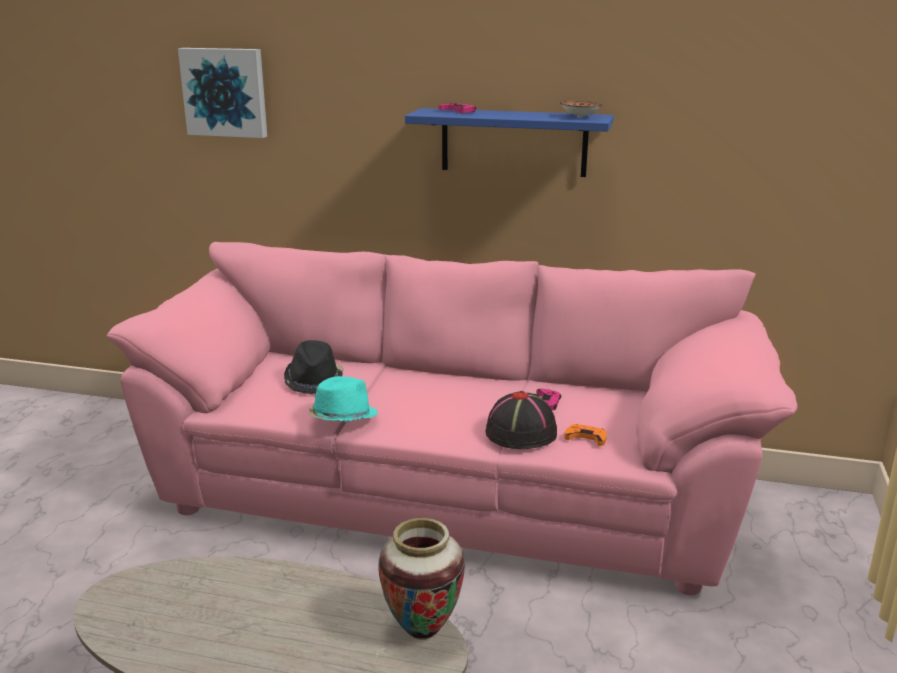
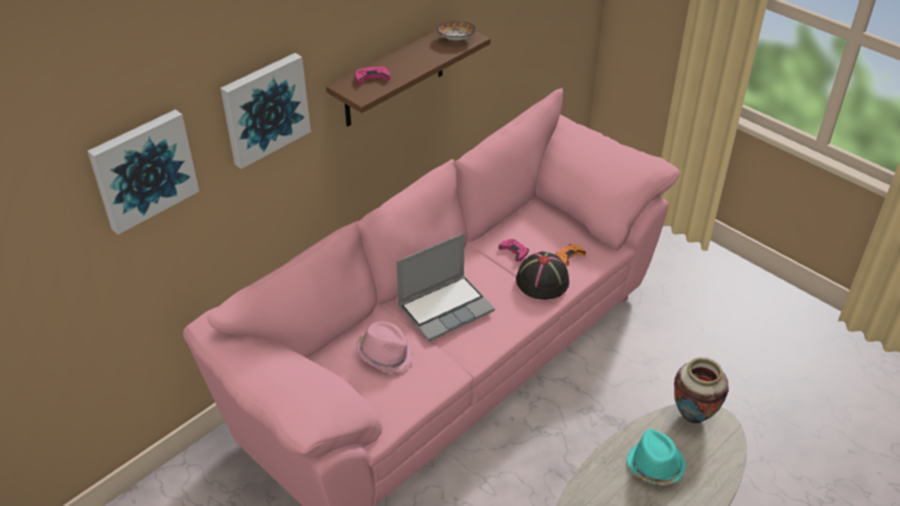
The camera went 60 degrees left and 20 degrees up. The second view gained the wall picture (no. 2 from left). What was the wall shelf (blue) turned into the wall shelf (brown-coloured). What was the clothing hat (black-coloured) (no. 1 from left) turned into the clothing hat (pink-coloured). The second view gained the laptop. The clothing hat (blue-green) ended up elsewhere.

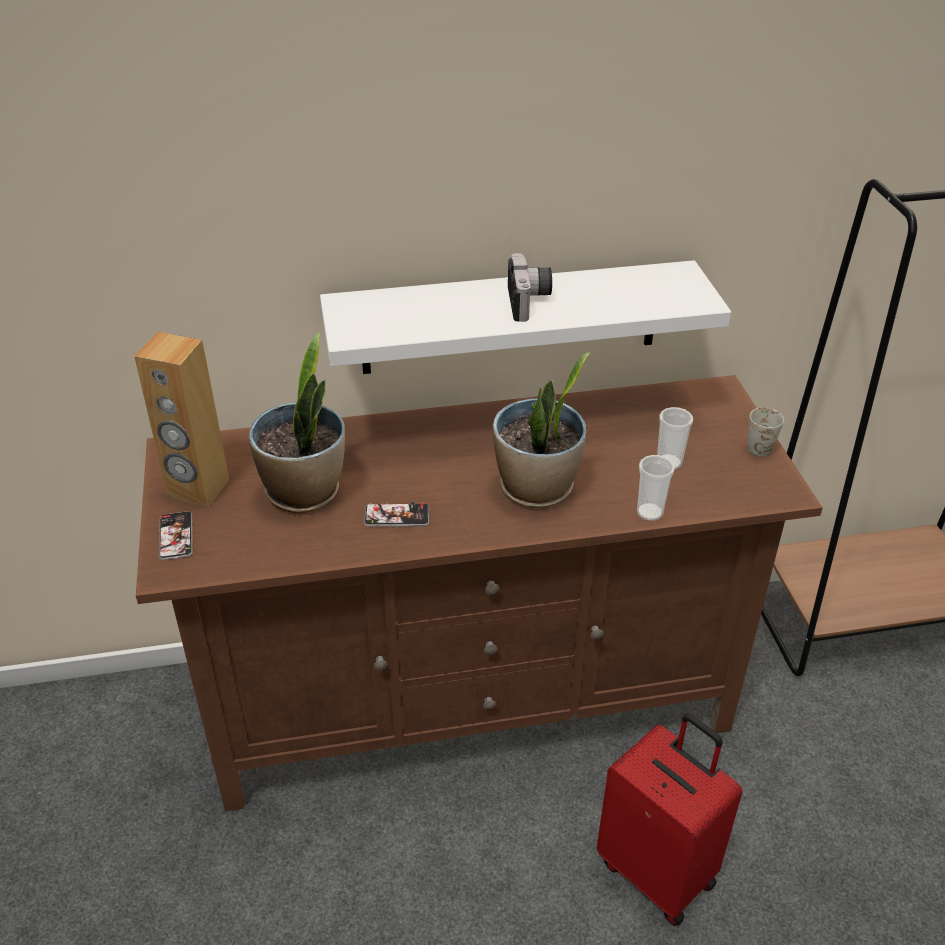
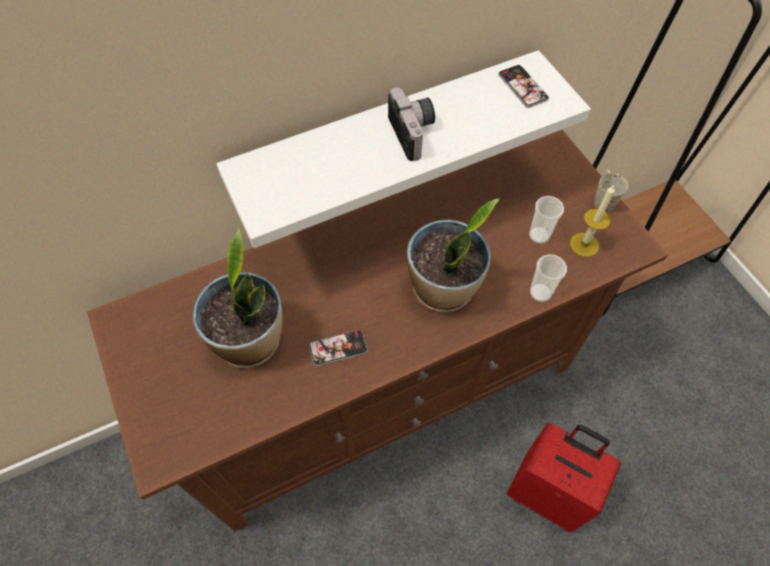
The camera went 15 degrees left and 20 degrees up. The handset (no. 1 from left in the first image) ended up elsewhere. The second view gained the candle. The second view lost the loudspeaker (brown-coloured).

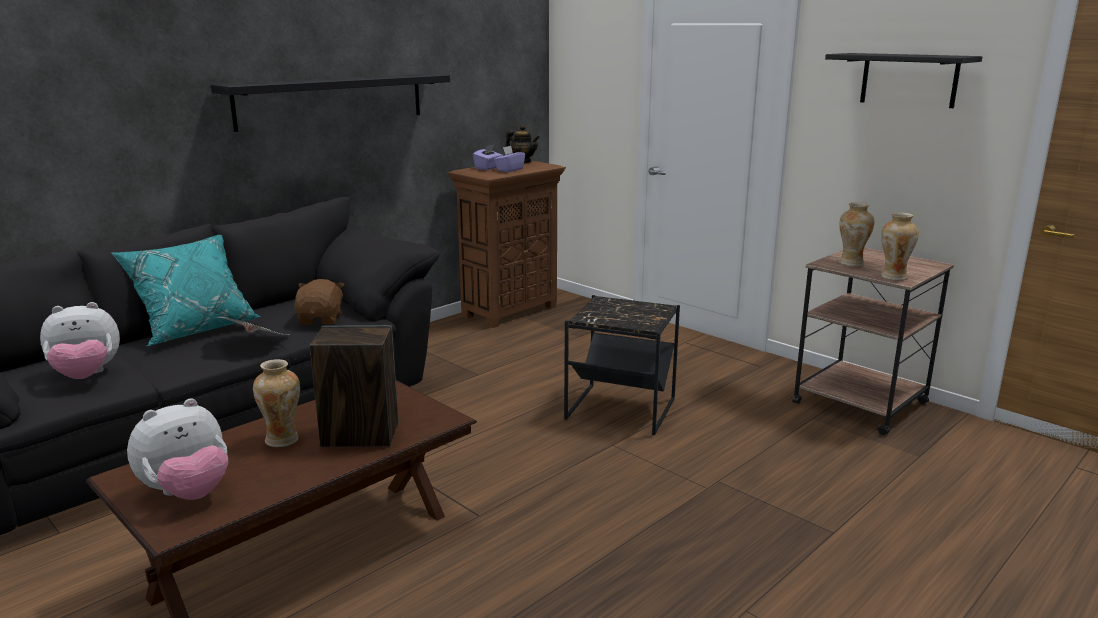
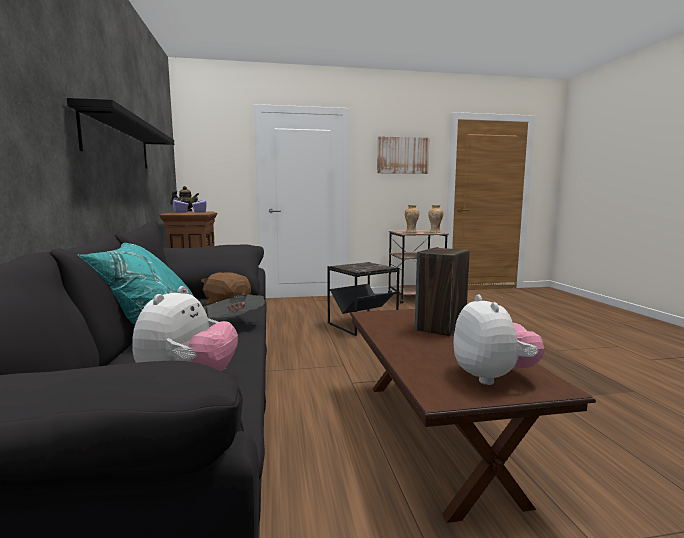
The camera went 55 degrees left and 10 degrees down. Where the wall shelf (black-coloured) (no. 2 from left) hung, the wall picture came to hang. The second view lost the flower vase (no. 1 from left).

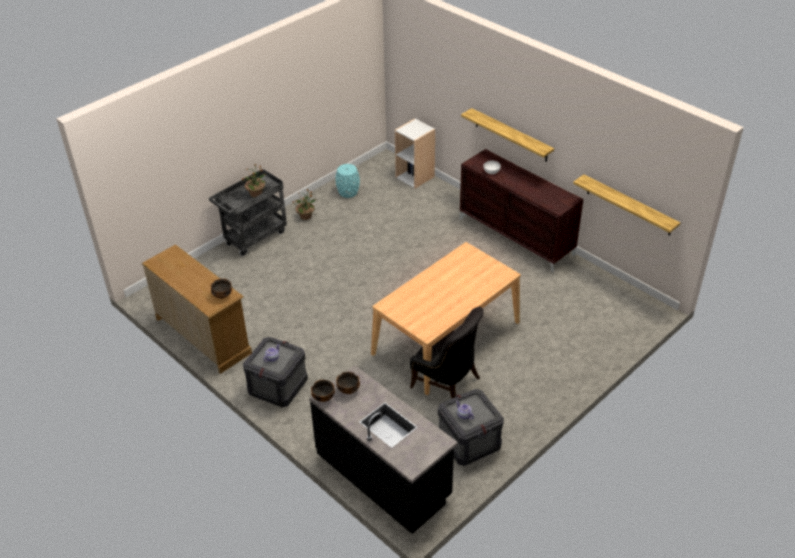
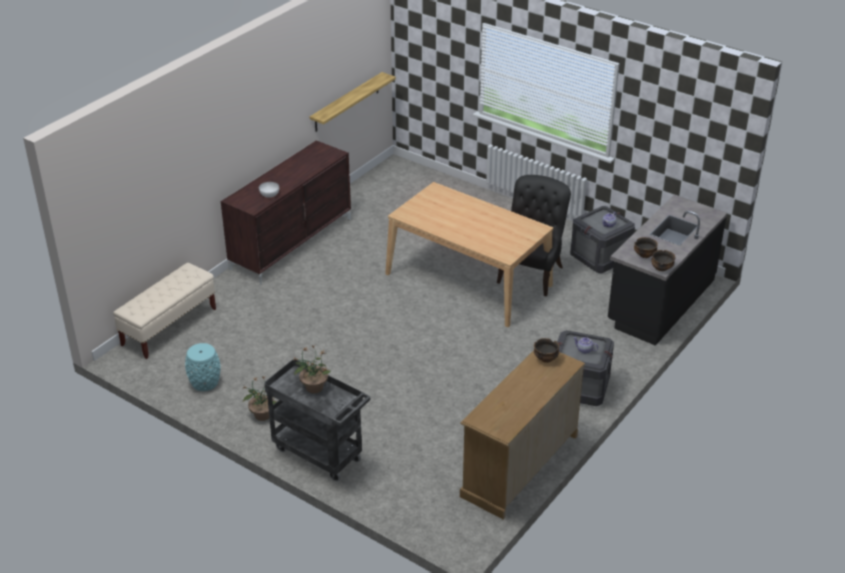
The camera went 100 degrees left and 5 degrees down. Where the bookcase stood, the long seat (beige-coloured) came to stand. The second view lost the wall shelf (no. 1 from left).

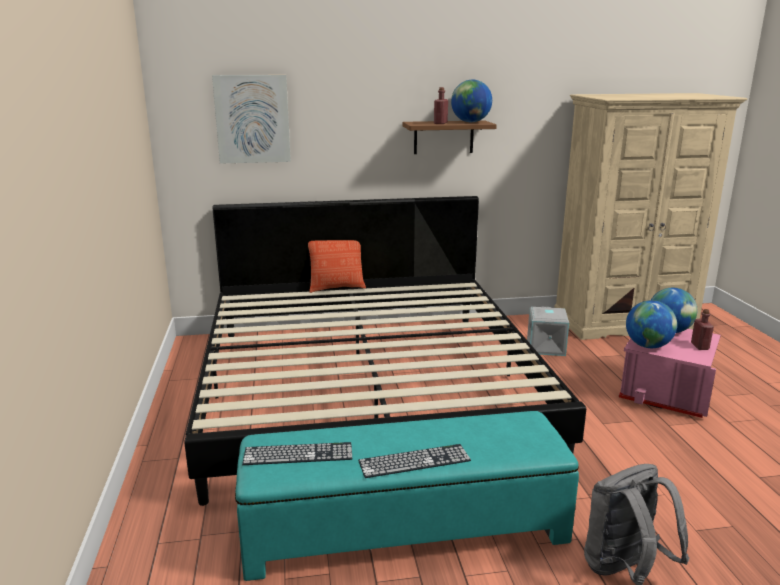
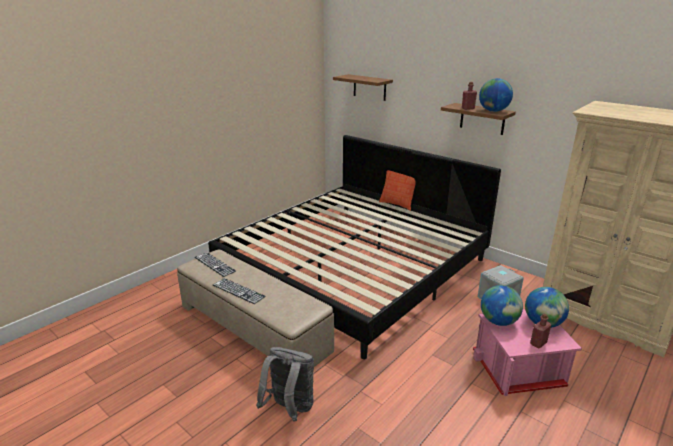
The camera went 50 degrees right and 5 degrees up. What was the long seat (blue-green) turned into the long seat (beige-coloured). Where the wall picture hung, the wall shelf (brown-coloured) (no. 1 from left) came to hang.

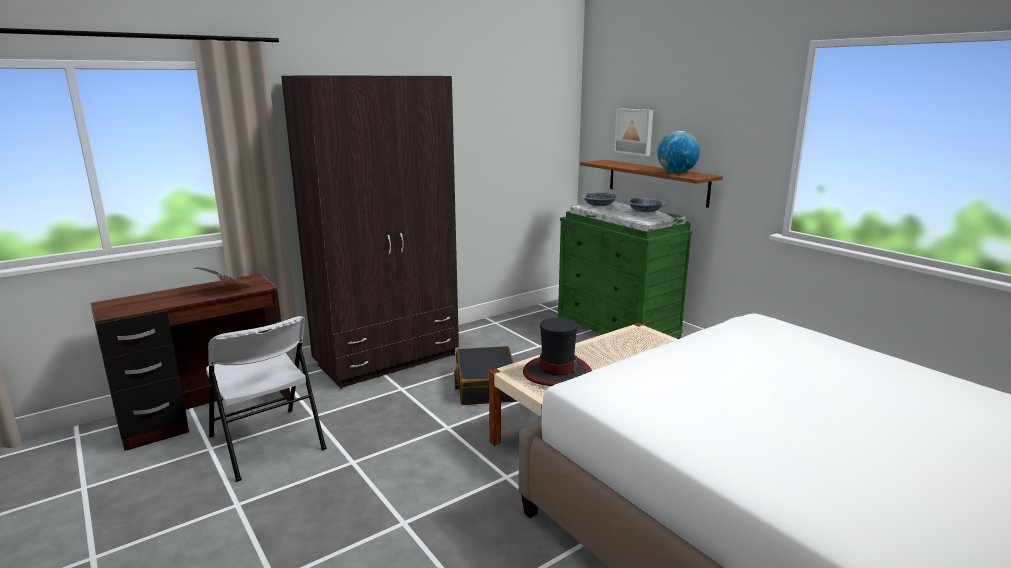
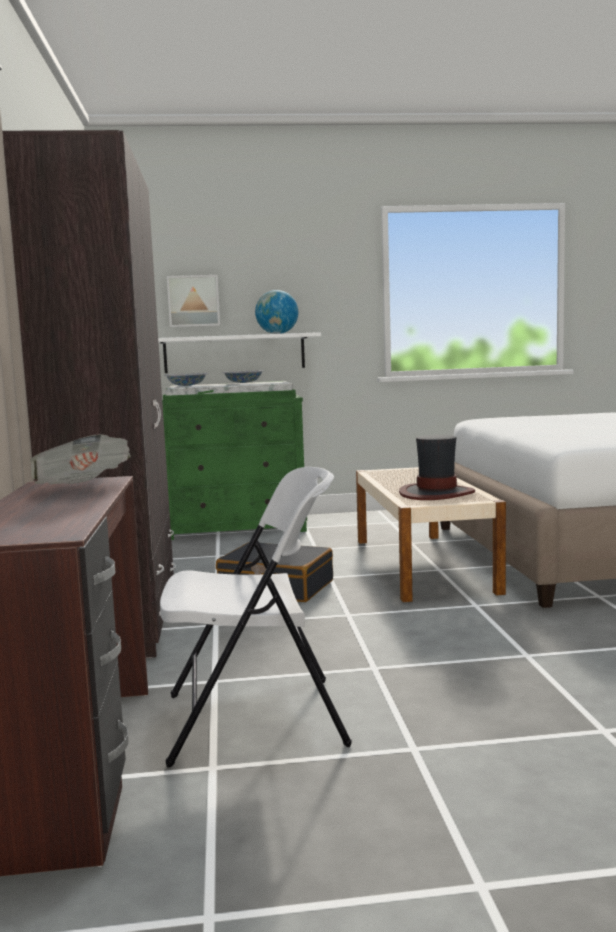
The camera went 60 degrees left and 10 degrees down. What was the wall shelf (brown-coloured) turned into the wall shelf (white).

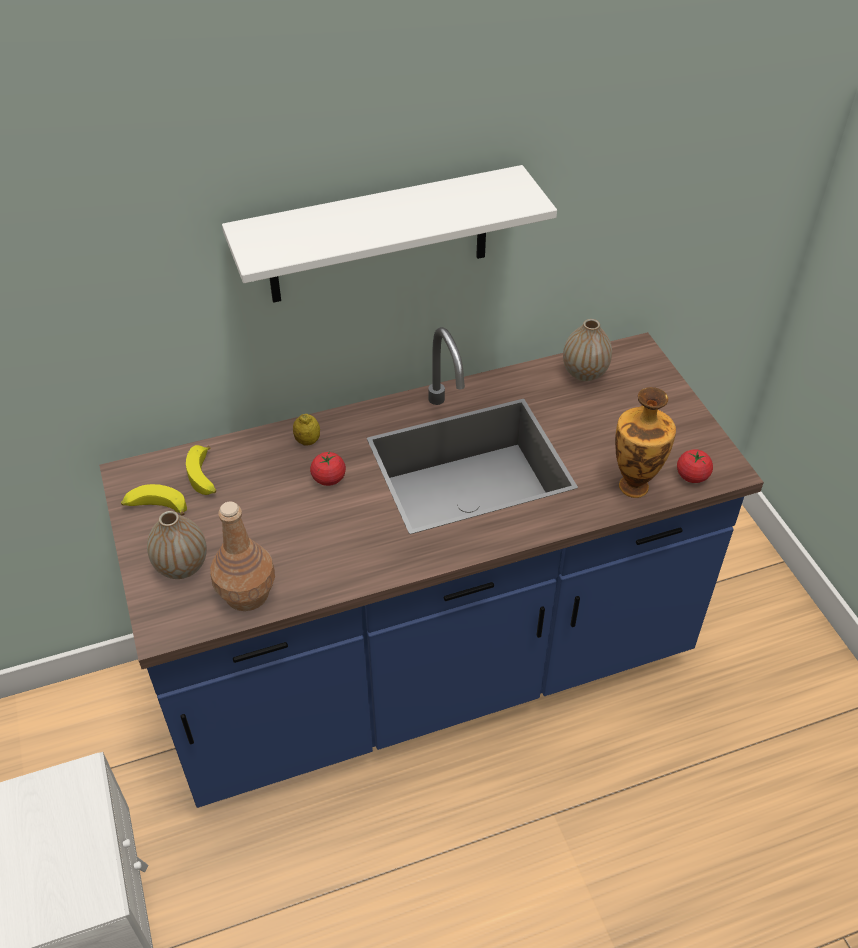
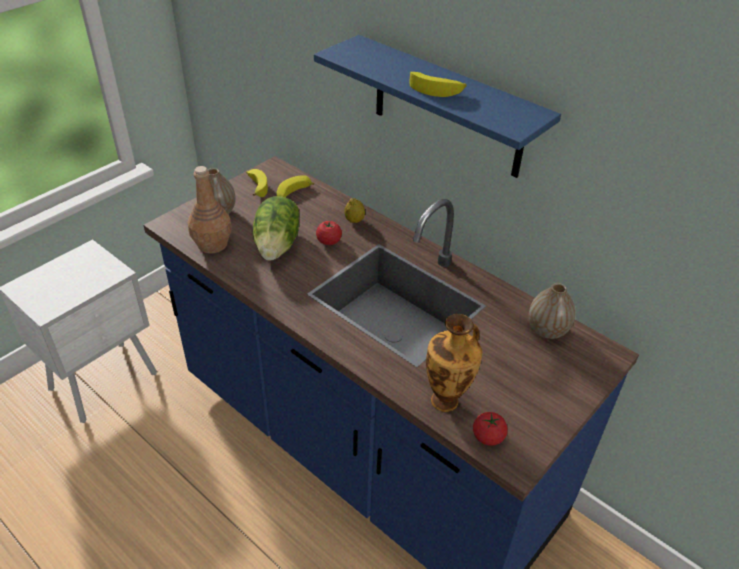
The camera went 60 degrees right and 5 degrees down. The second view gained the lettuce. What was the wall shelf (white) turned into the wall shelf (blue). The second view gained the banana fruit (no. 3 from left).

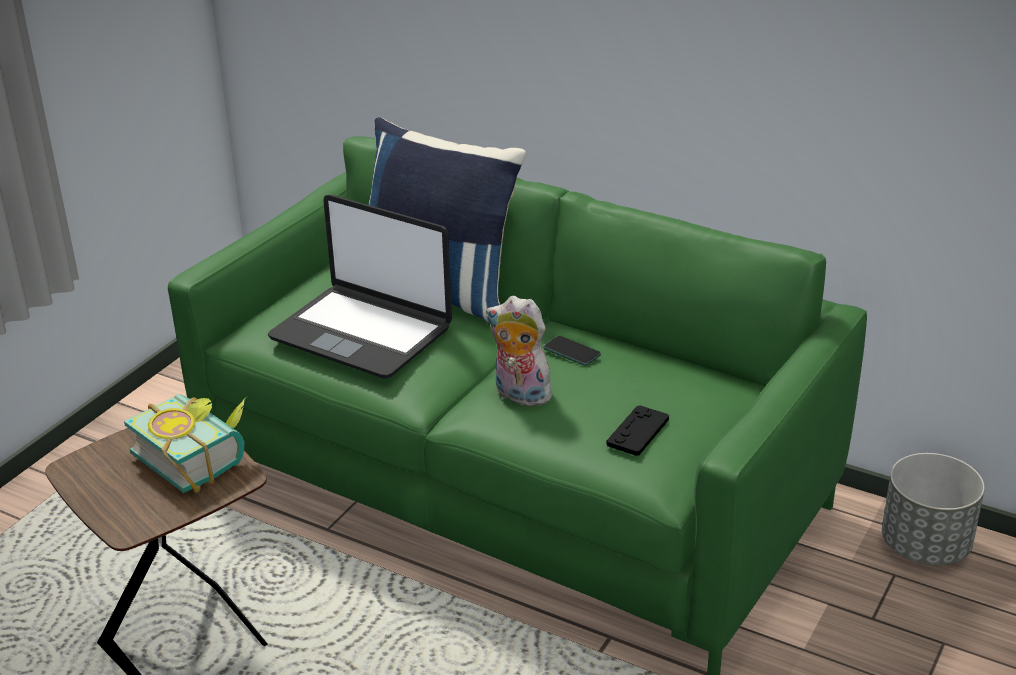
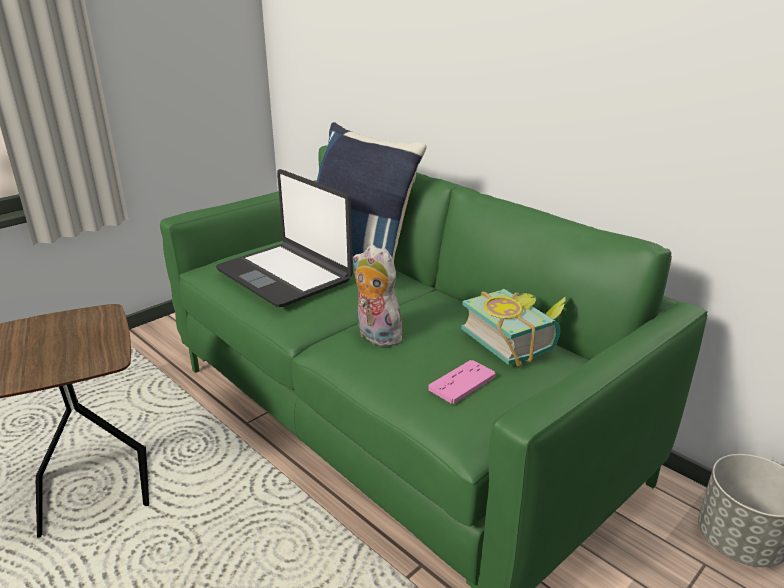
The camera went 15 degrees right and 5 degrees down. What was the game controller (black-coloured) turned into the game controller (pink-coloured). The bound book ended up elsewhere. The second view lost the handset.

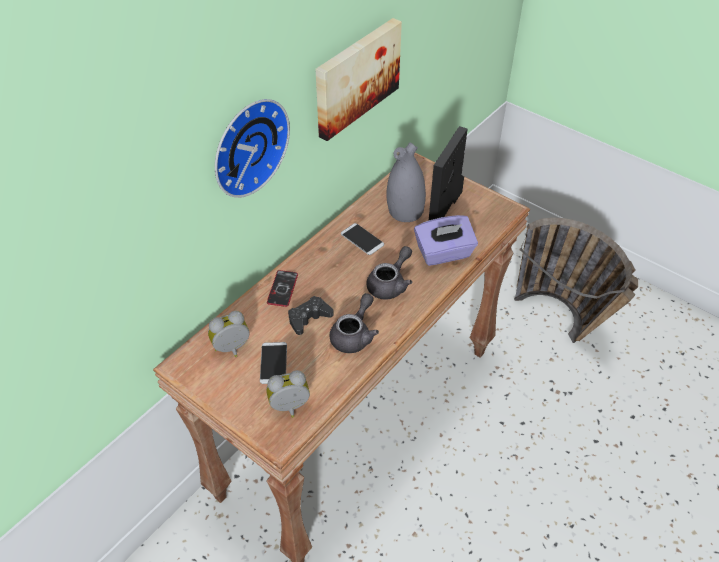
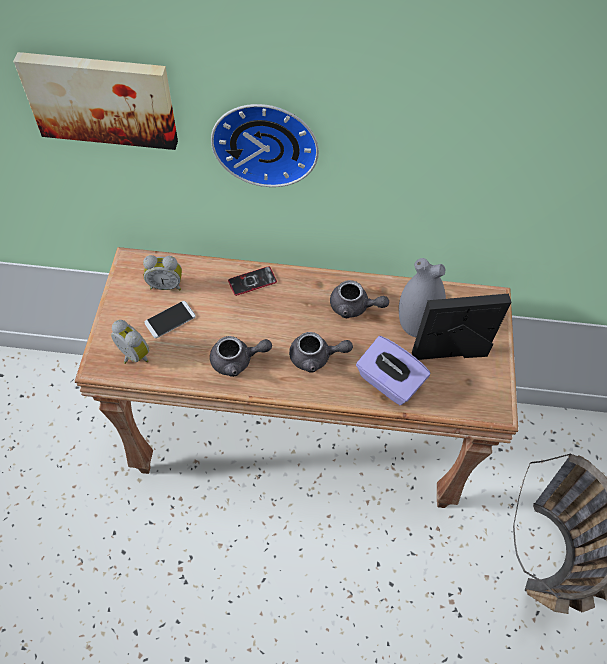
The camera went 55 degrees right and 10 degrees up. The wall picture ended up elsewhere. The table clock (no. 1 from left in the first image) ended up facing another way, 150 degrees clockwise from before. Where the handset (no. 3 from left) stood, the tea pot (greyish) (no. 3 from left) came to stand. The second view lost the game controller (black-coloured).

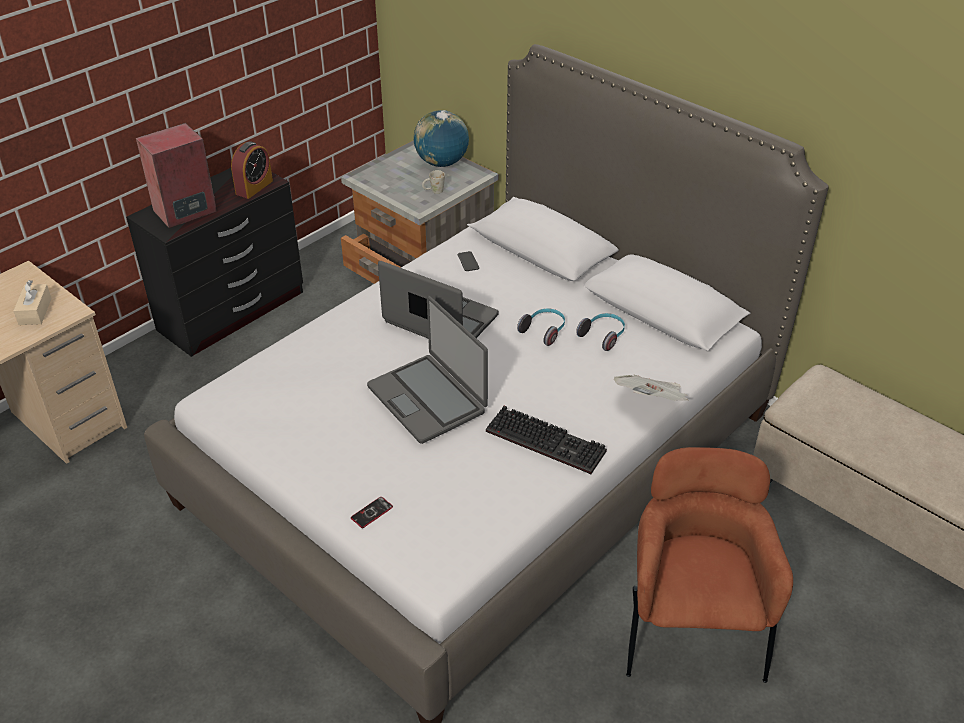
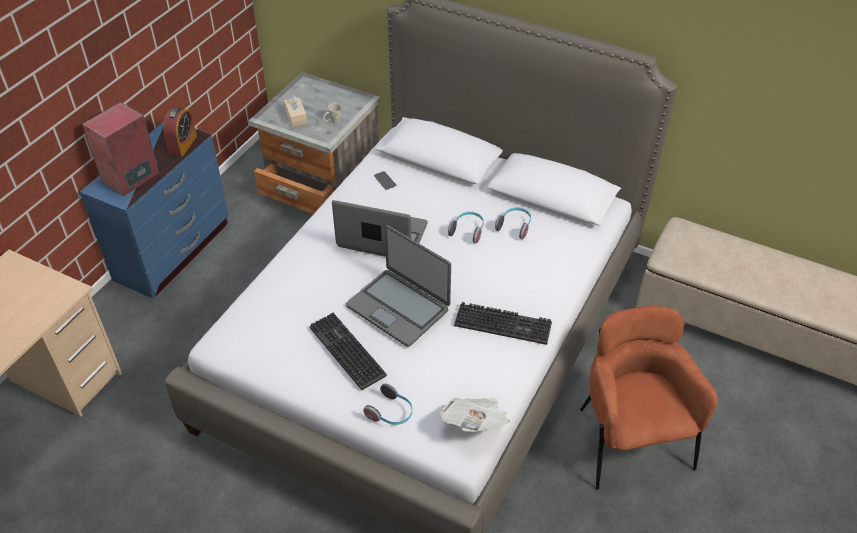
The camera went 15 degrees left and 5 degrees up. What was the chest of drawers (black-coloured) turned into the chest of drawers (blue). The box of tissues (beige-coloured) ended up elsewhere. The second view gained the PC keyboard (no. 1 from left). Where the handset (no. 1 from left) stood, the headset (no. 1 from left) came to stand. The newspaper ended up elsewhere. The second view lost the globe.

